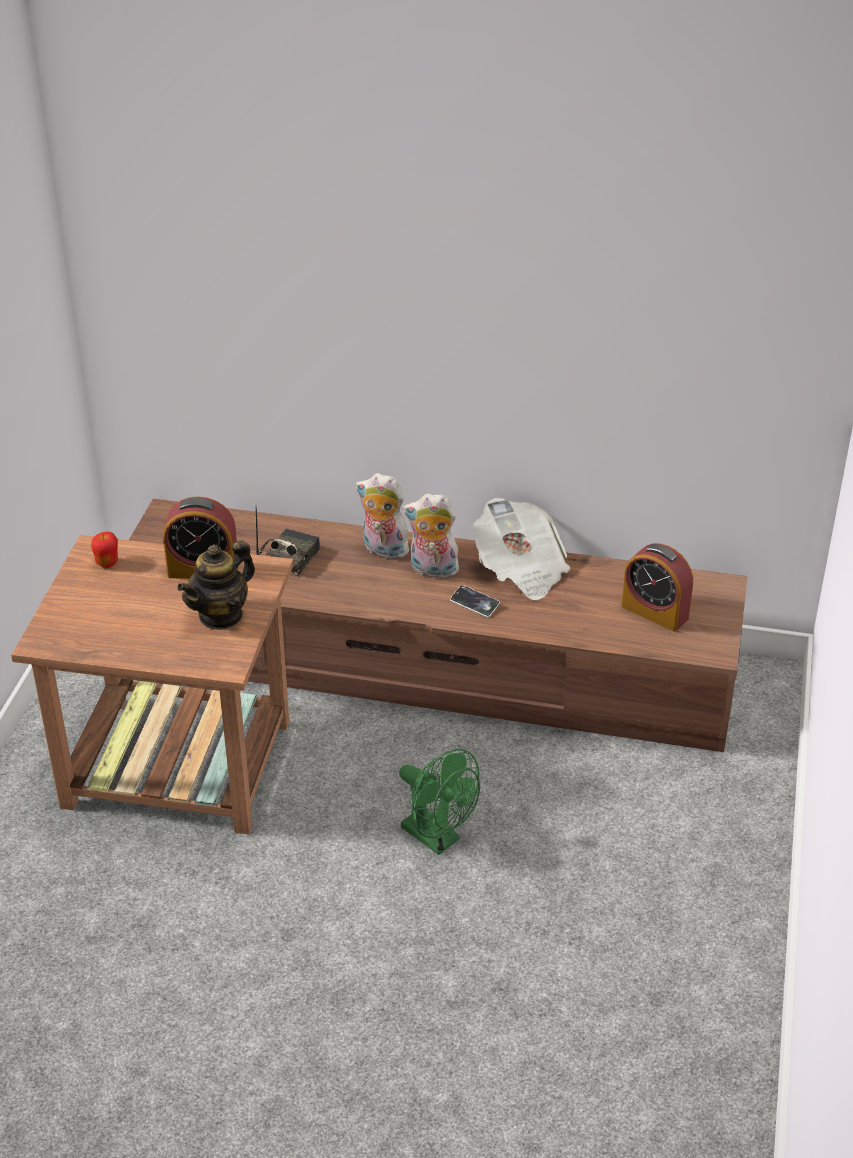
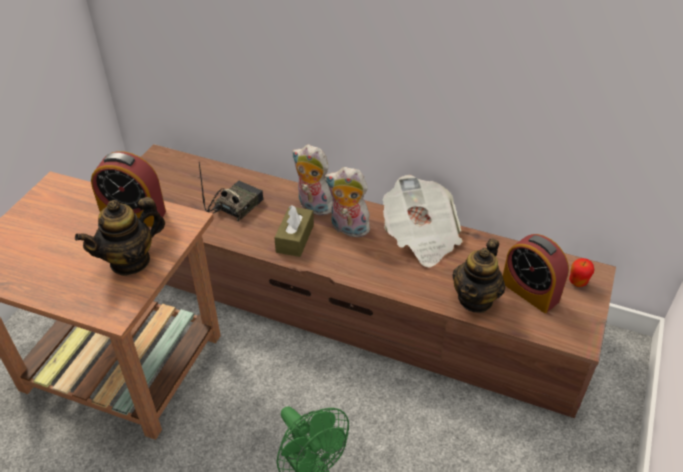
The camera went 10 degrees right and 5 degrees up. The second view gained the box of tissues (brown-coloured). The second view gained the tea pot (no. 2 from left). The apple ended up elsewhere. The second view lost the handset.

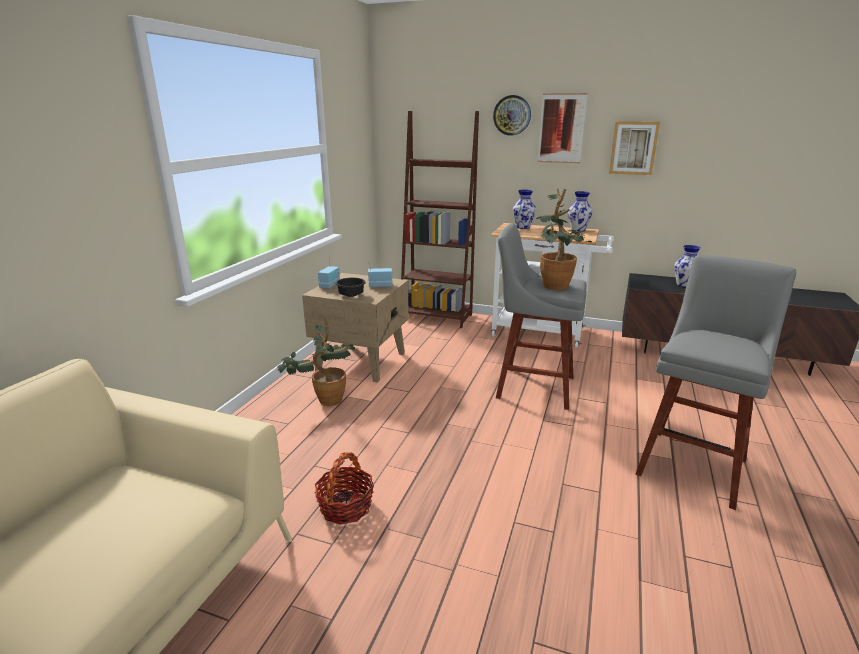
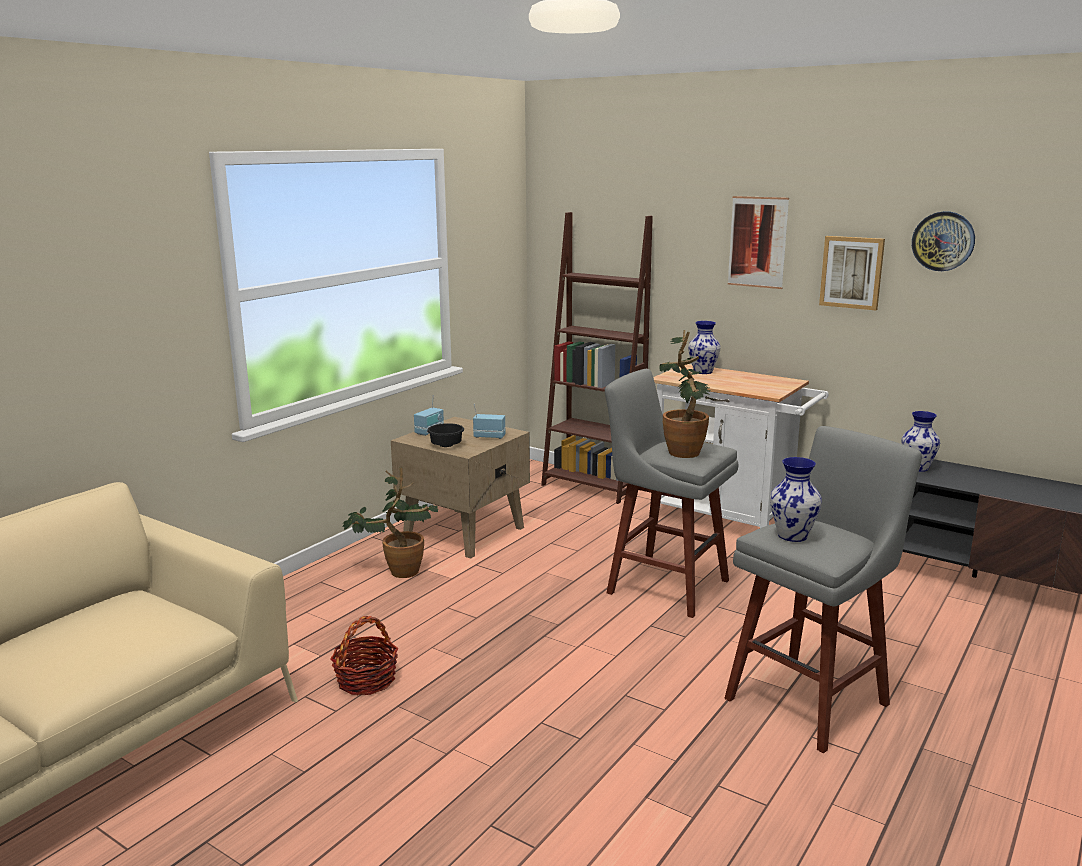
The camera went 15 degrees right and 5 degrees down. The flower vase (no. 2 from left) ended up elsewhere. The wall clock ended up elsewhere.

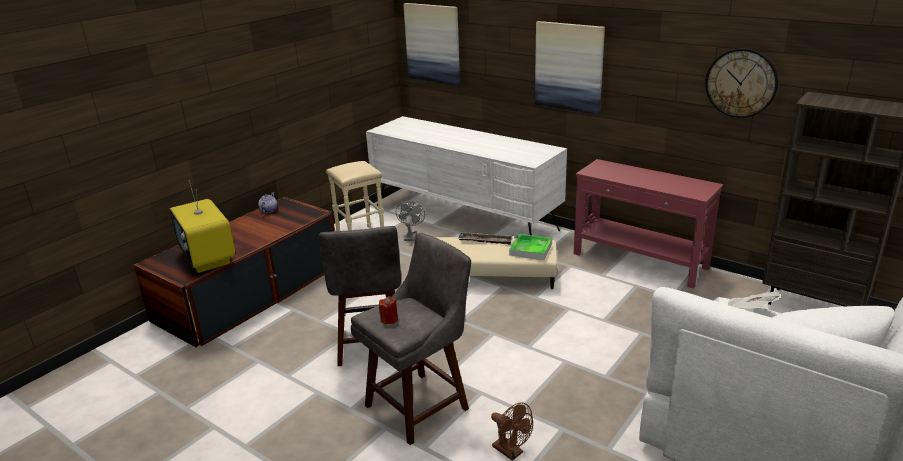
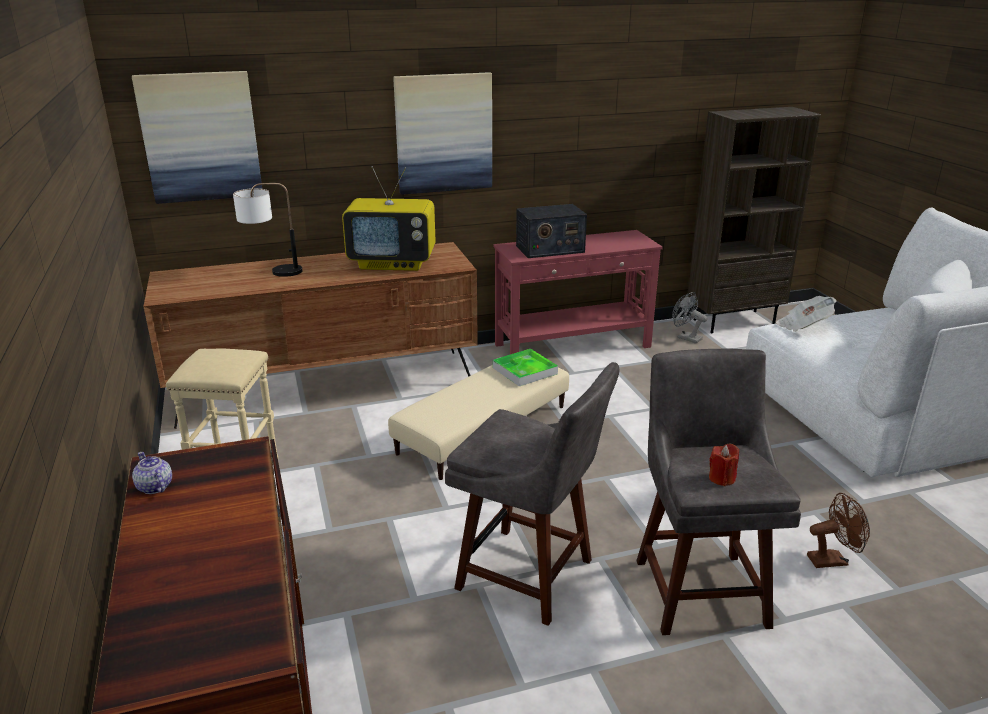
The camera went 55 degrees left and 0 degrees up. What was the tv stand (white) turned into the tv stand (brown-coloured). The second view gained the table lamp. The television ended up elsewhere. The second view gained the radio set. The electric fan (greyish) ended up elsewhere. The second view lost the tray (no. 1 from left). The second view lost the wall clock.

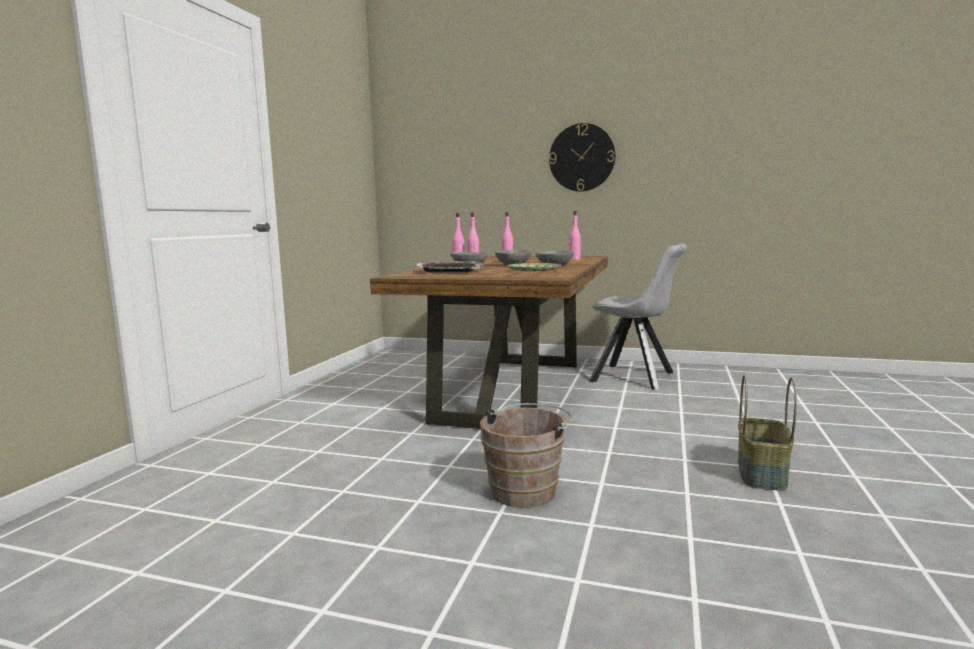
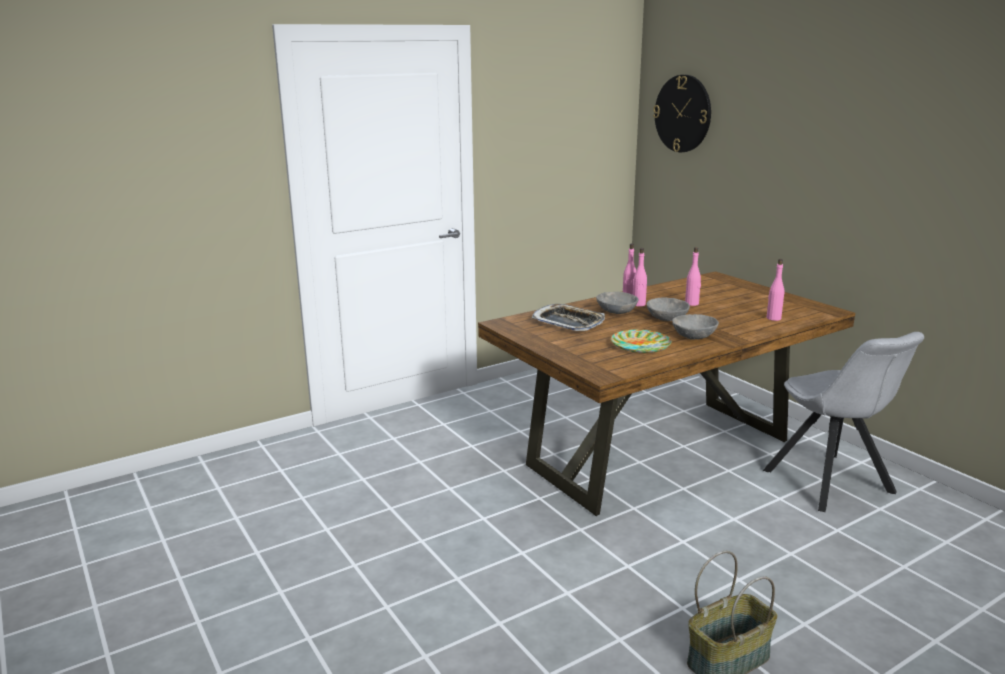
The camera went 40 degrees right and 10 degrees up. The wall clock ended up elsewhere. The second view lost the bucket (brown-coloured).

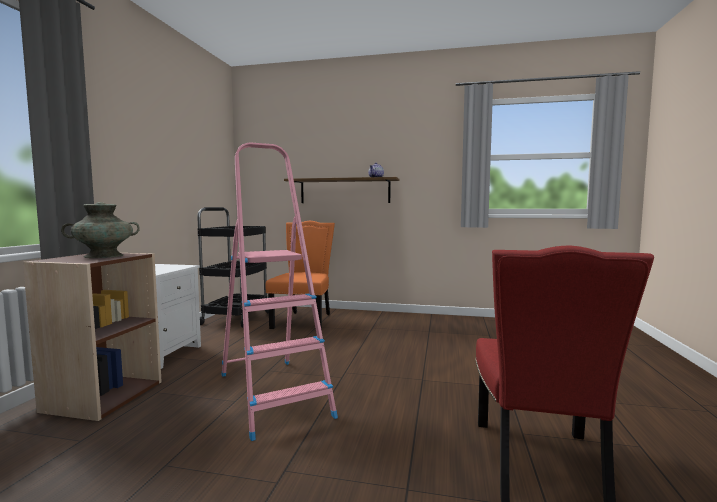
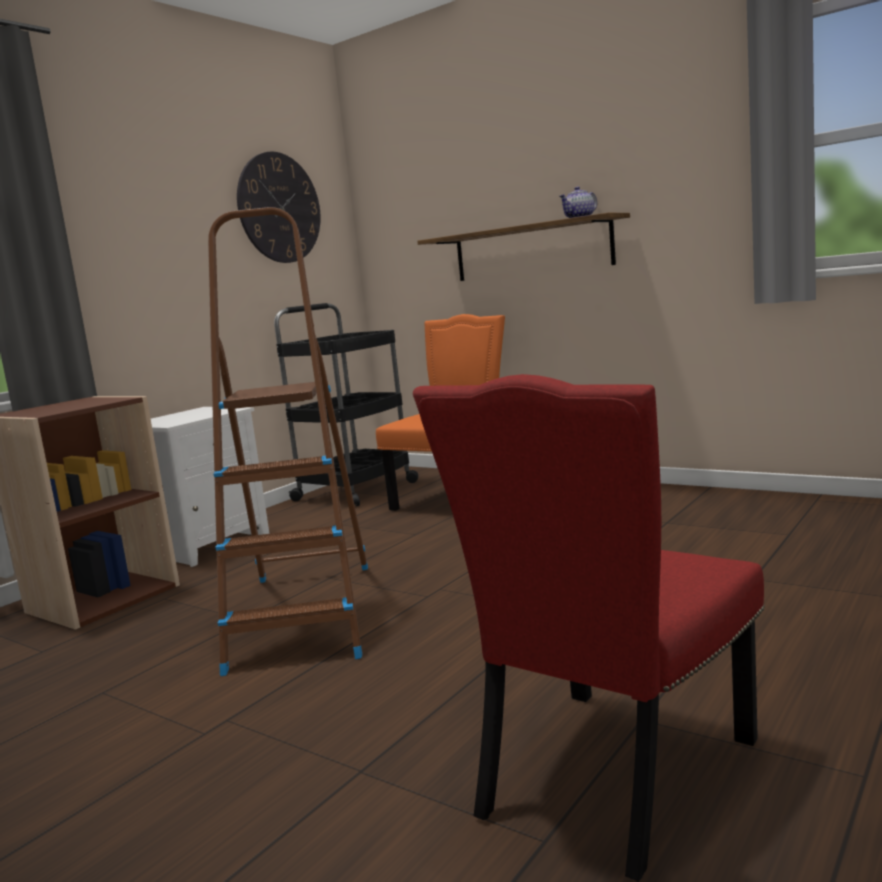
The camera went 25 degrees right and 5 degrees up. What was the step stool (pink-coloured) turned into the step stool (brown-coloured). The second view gained the wall clock. The second view lost the flower vase (blue-green).

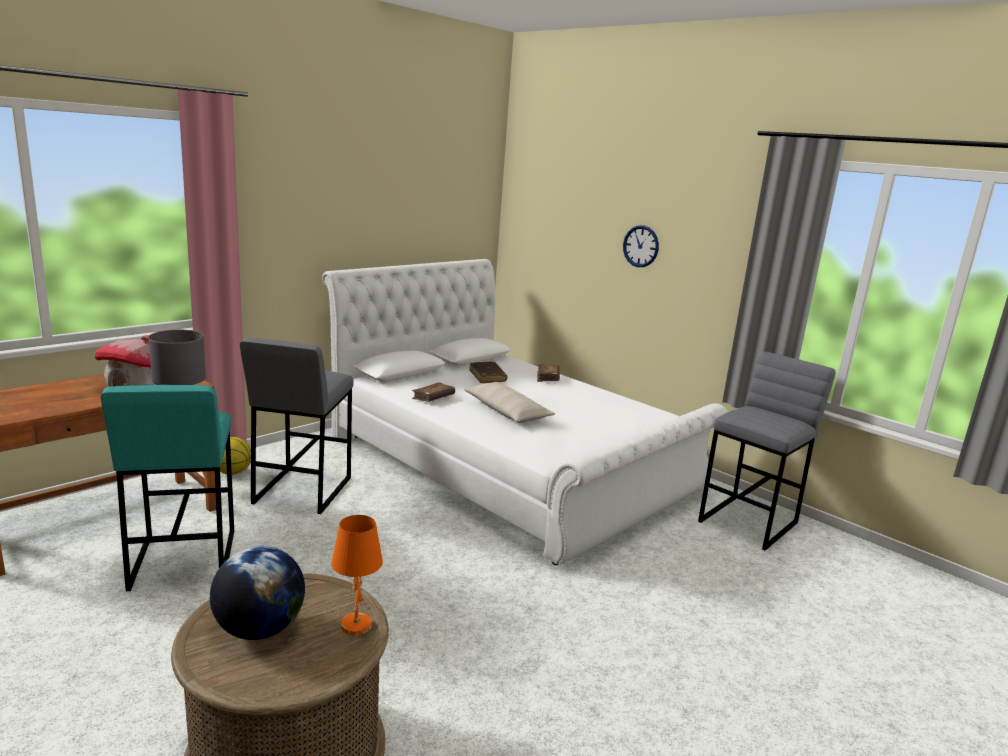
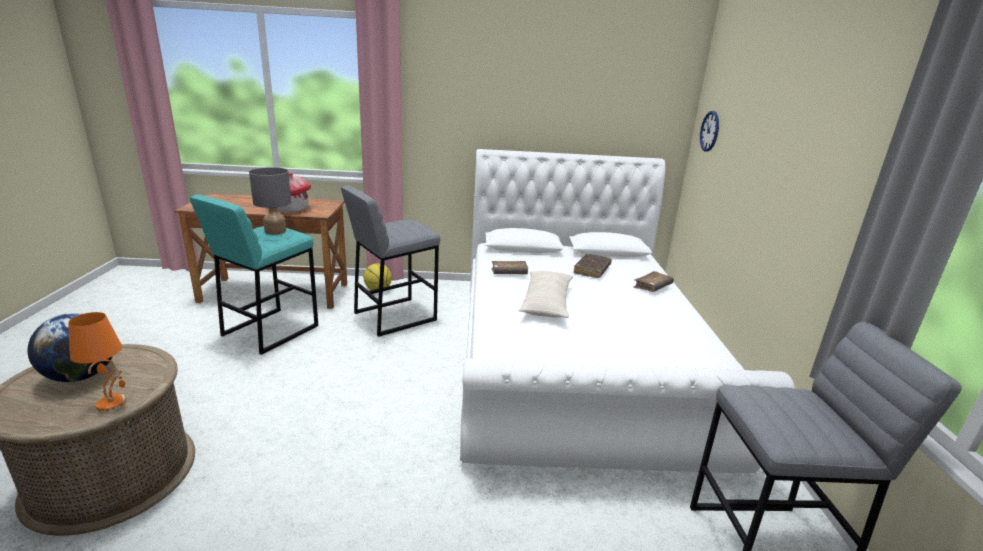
The camera went 45 degrees right and 5 degrees up. The wall clock ended up elsewhere.

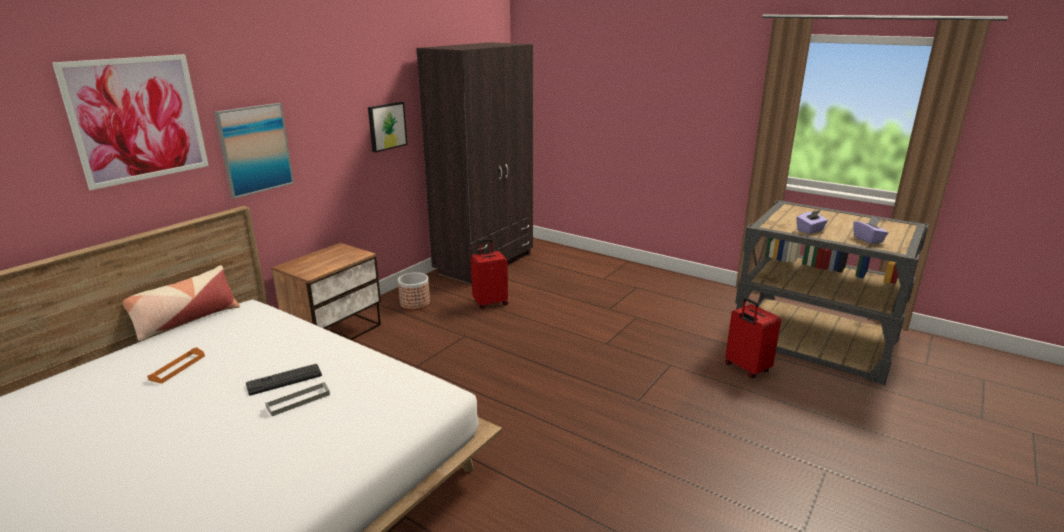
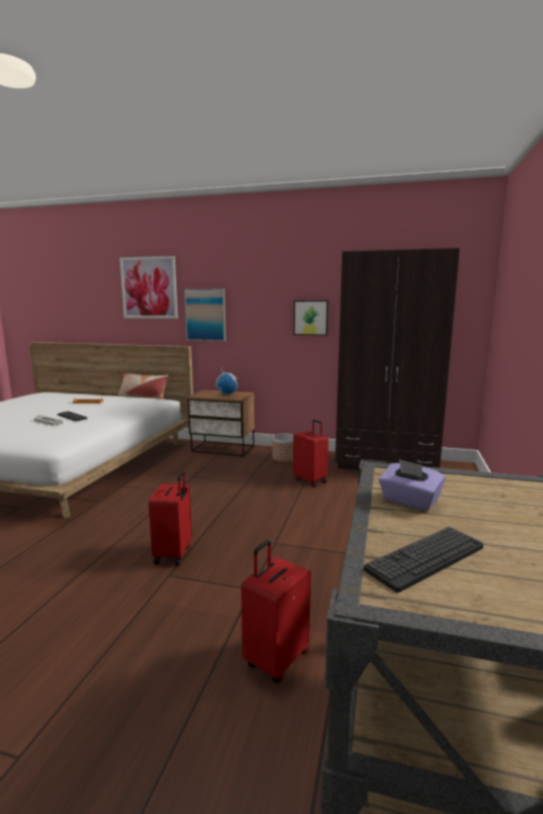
The camera went 70 degrees right and 10 degrees down. The second view gained the piece of luggage (reddish) (no. 1 from left). The second view gained the globe. Where the box of tissues (purple) (no. 2 from left) stood, the PC keyboard (no. 2 from left) came to stand.

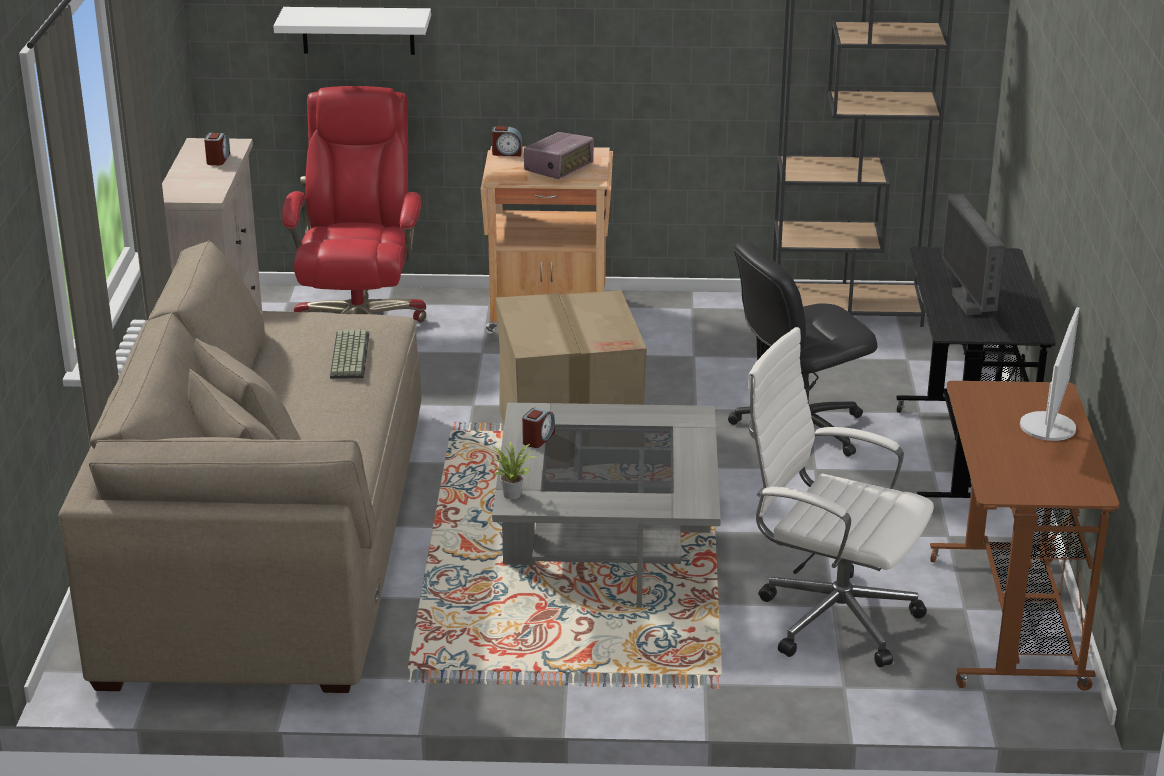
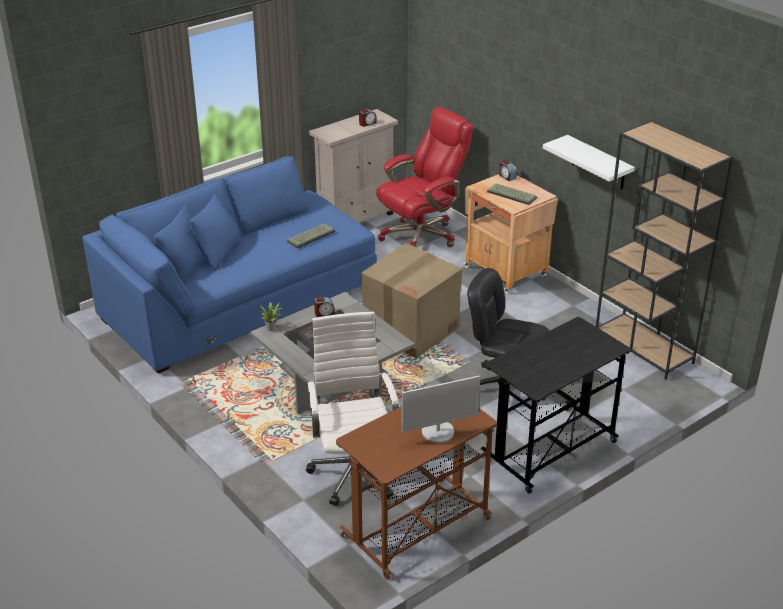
The camera went 50 degrees right and 5 degrees up. What was the sofa (beige-coloured) turned into the sofa (blue). Where the radio set stood, the PC keyboard (no. 2 from left) came to stand. The wall shelf (white) ended up elsewhere. The second view lost the computer screen (no. 1 from left).

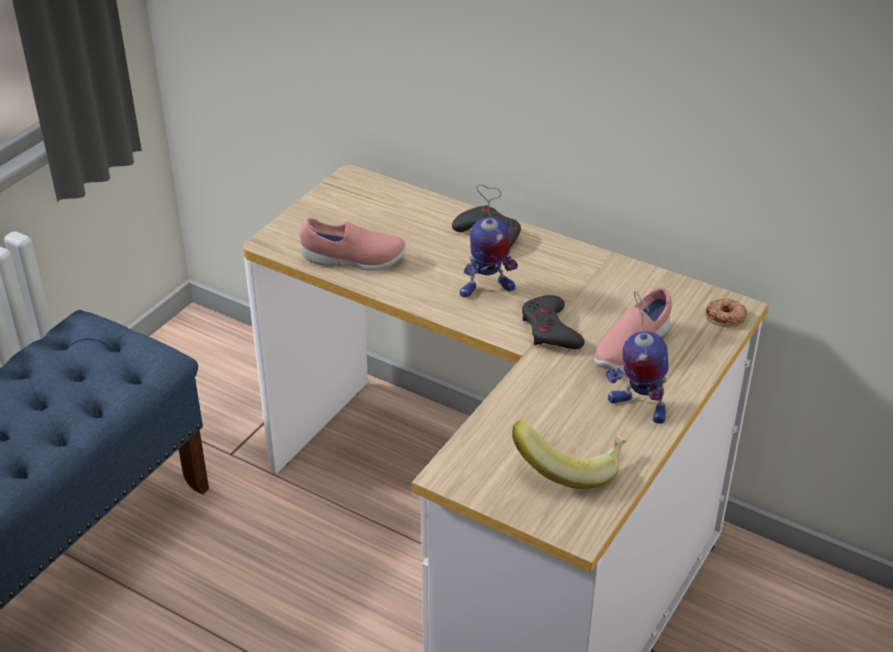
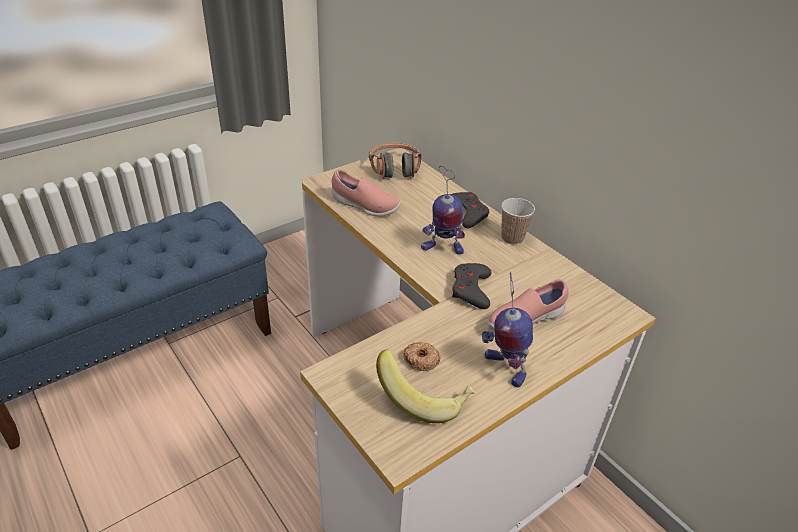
The camera went 20 degrees right and 0 degrees up. The second view gained the headset. The ring doughnut ended up elsewhere. The second view gained the cup.

